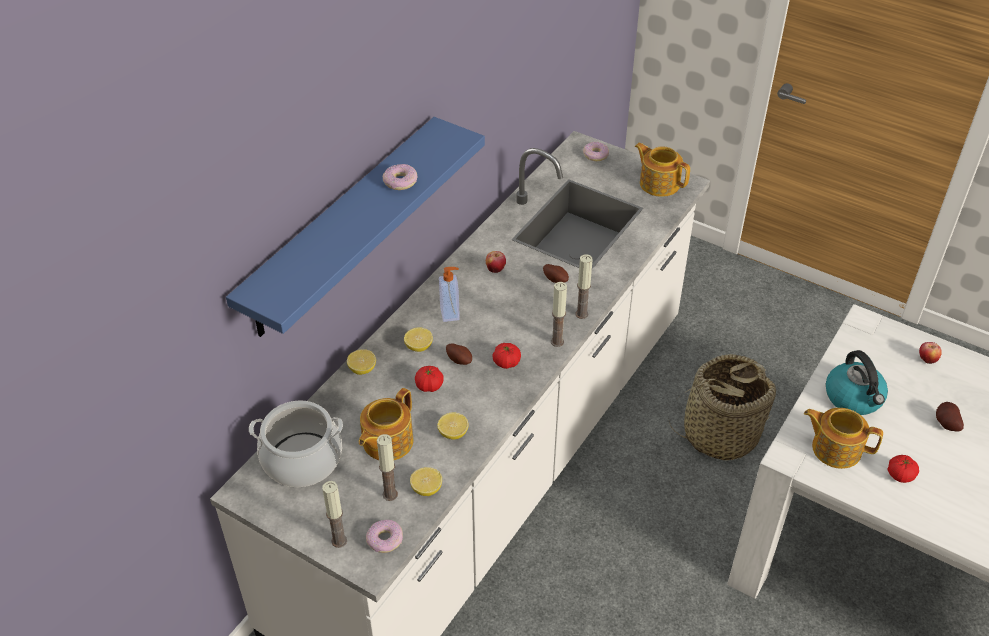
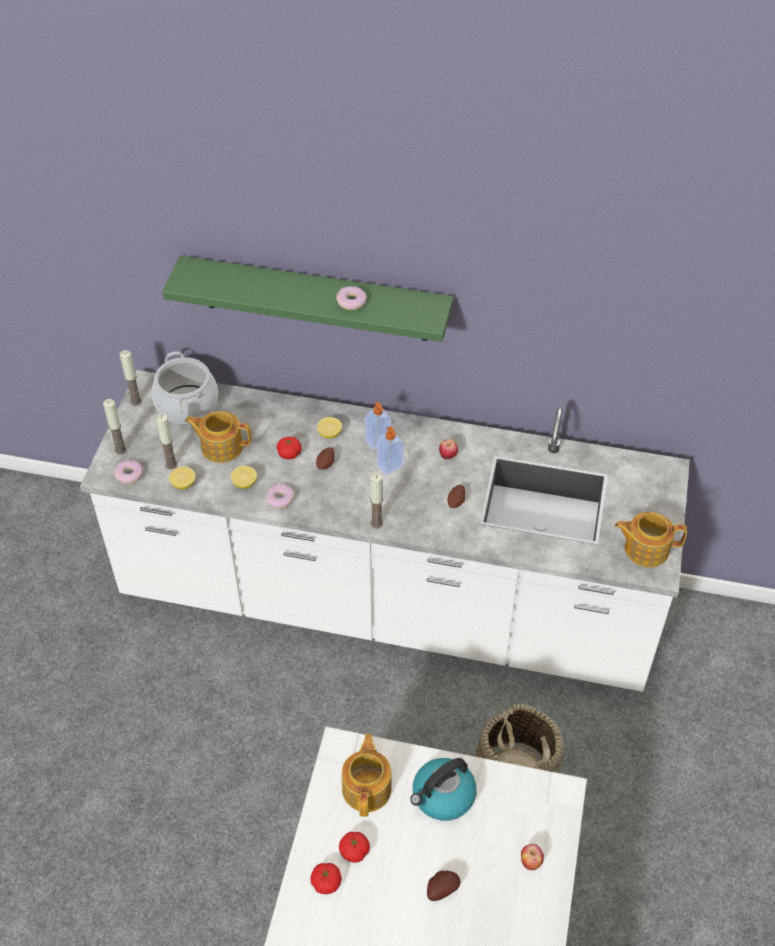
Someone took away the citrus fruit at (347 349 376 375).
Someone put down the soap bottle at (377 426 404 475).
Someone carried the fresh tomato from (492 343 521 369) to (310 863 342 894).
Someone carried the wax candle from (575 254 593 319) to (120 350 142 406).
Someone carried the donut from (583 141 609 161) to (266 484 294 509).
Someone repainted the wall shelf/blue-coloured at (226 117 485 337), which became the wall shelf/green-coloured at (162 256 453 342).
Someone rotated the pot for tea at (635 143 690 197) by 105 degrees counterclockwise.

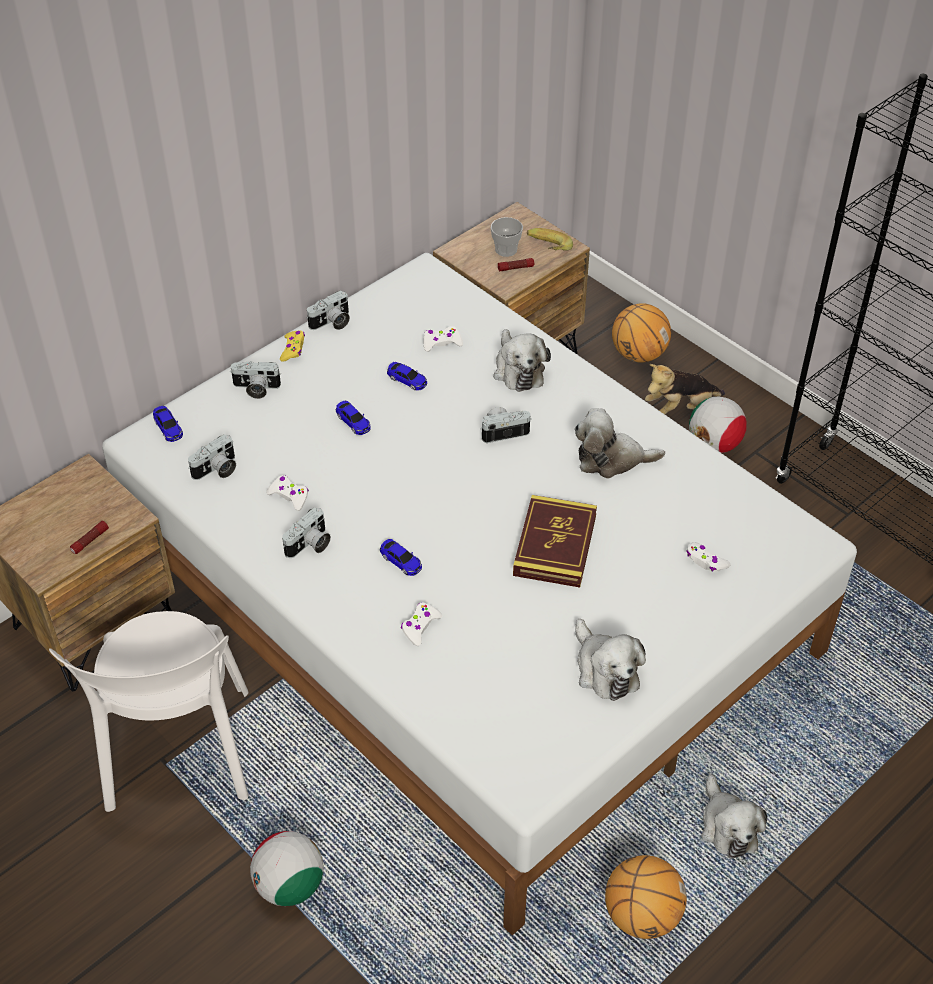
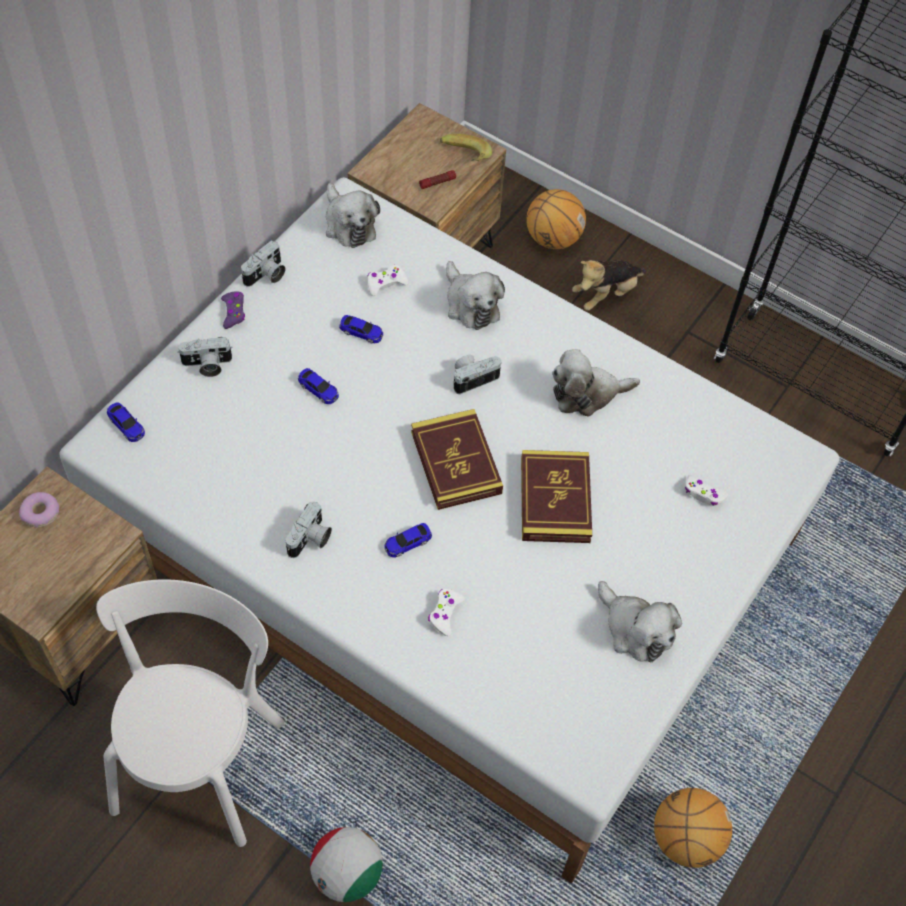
Someone took away the torch at (70 521 109 554).
Someone took away the still camera at (188 434 236 480).
Someone took away the gamepad/white-coloured at (266 475 309 511).
Someone took away the drinking cup at (491 217 523 257).
Someone took away the football ball at (689 396 747 453).
Someone put down the donut at (19 492 59 528).
Someone put down the volume at (411 409 503 510).
Someone carried the plush toy from (701 774 767 859) to (326 183 380 248).
Someone repainted the gamepad/yellow at (280 331 305 362), which became the gamepad/purple at (221 291 245 329).
Someone rotated the upright chair/white-coloured at (49 611 248 812) by 150 degrees counterclockwise.
Someone rotated the toy car at (380 539 422 576) by 120 degrees clockwise.

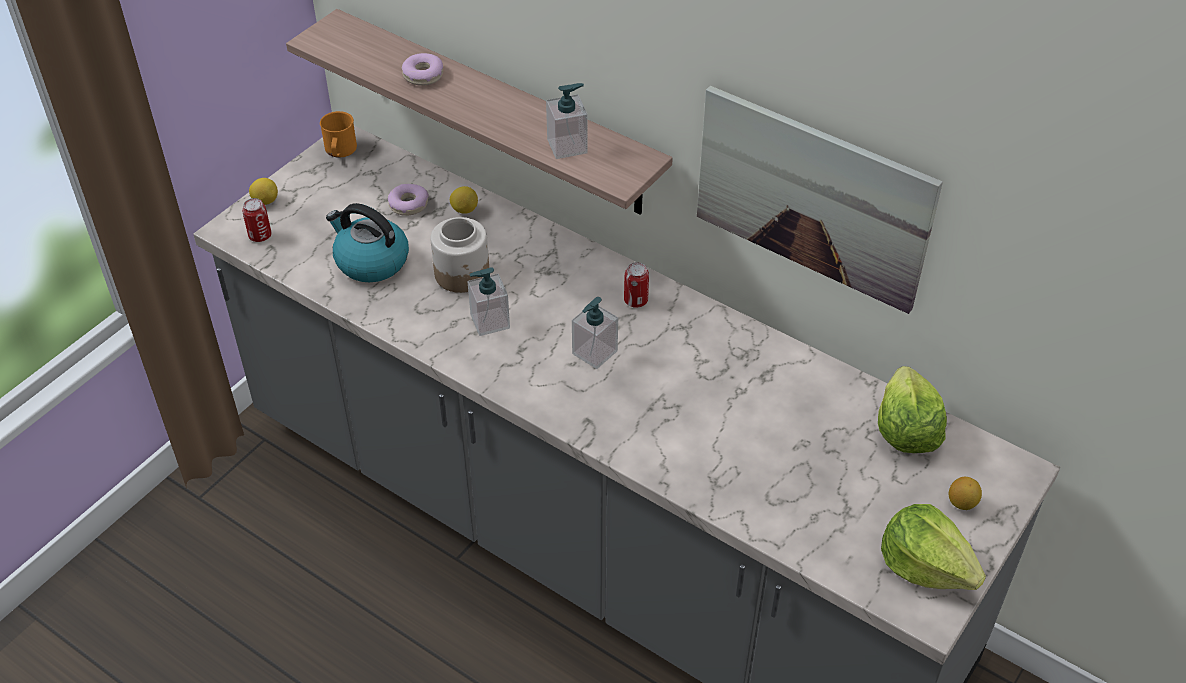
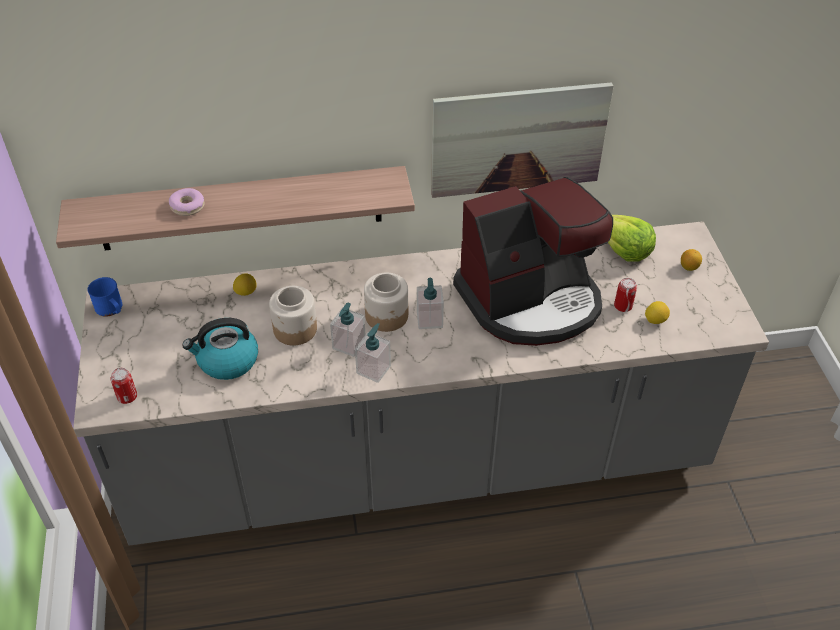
Someone took away the donut at (388 184 429 216).
Someone took away the lettuce at (881 504 986 590).
Someone put down the preserve jar at (364 273 408 332).
Someone put down the coffee machine at (453 177 613 346).
Someone carried the citrus fruit from (249 178 278 205) to (645 301 670 324).
Someone carried the soap bottle from (546 83 588 159) to (355 323 391 383).
Someone carried the can from (624 262 649 308) to (614 278 637 312).
Someone repainted the mug/orangey at (320 111 357 158), which became the mug/blue-coloured at (88 277 122 317).

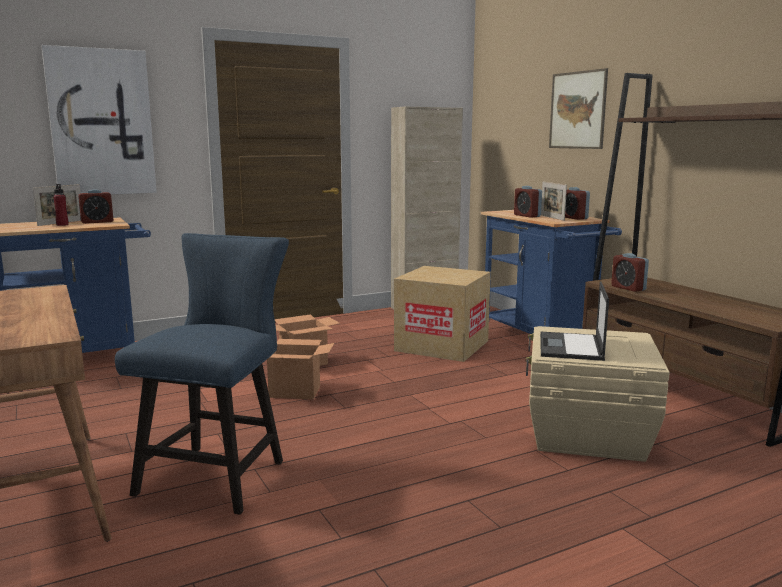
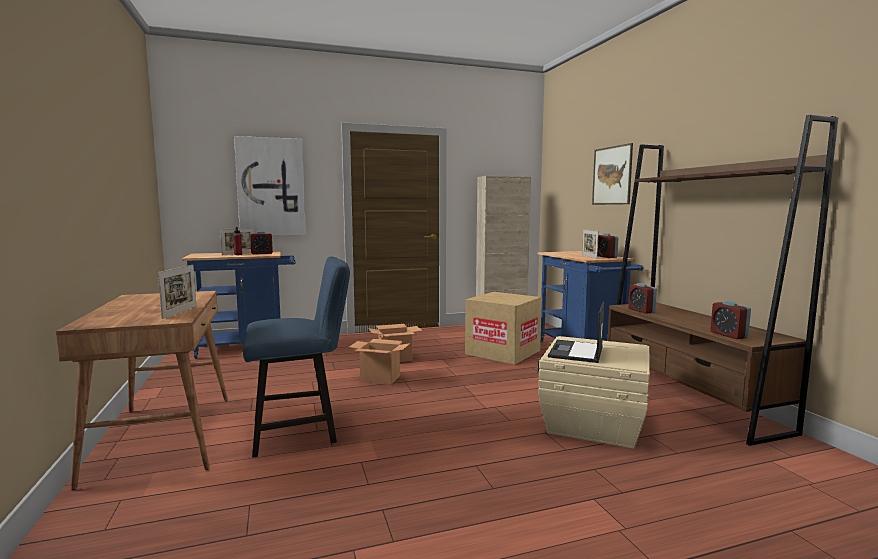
Someone put down the standing frame at (158 265 196 319).
Someone carried the alarm clock from (514 186 542 218) to (710 301 751 339).
Someone rotated the upright chair/blue-coloured at (115 233 289 515) by 45 degrees clockwise.

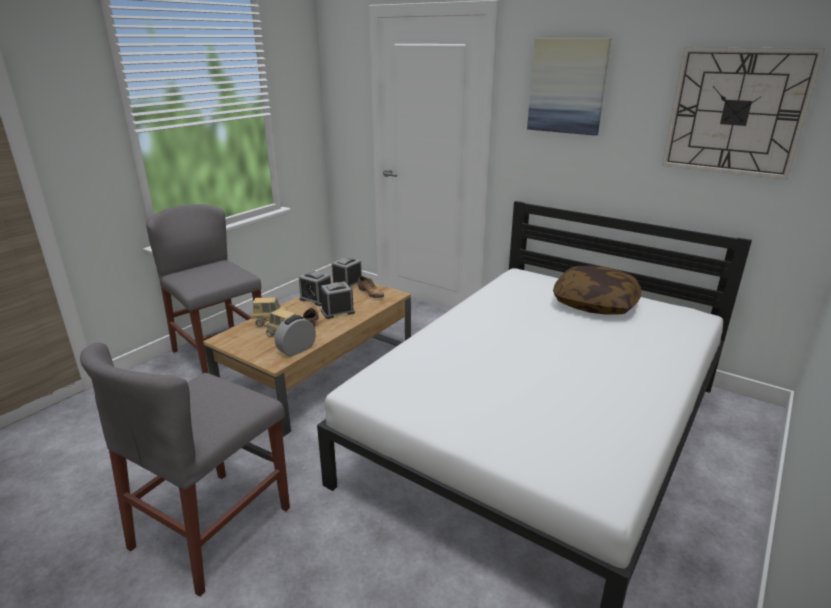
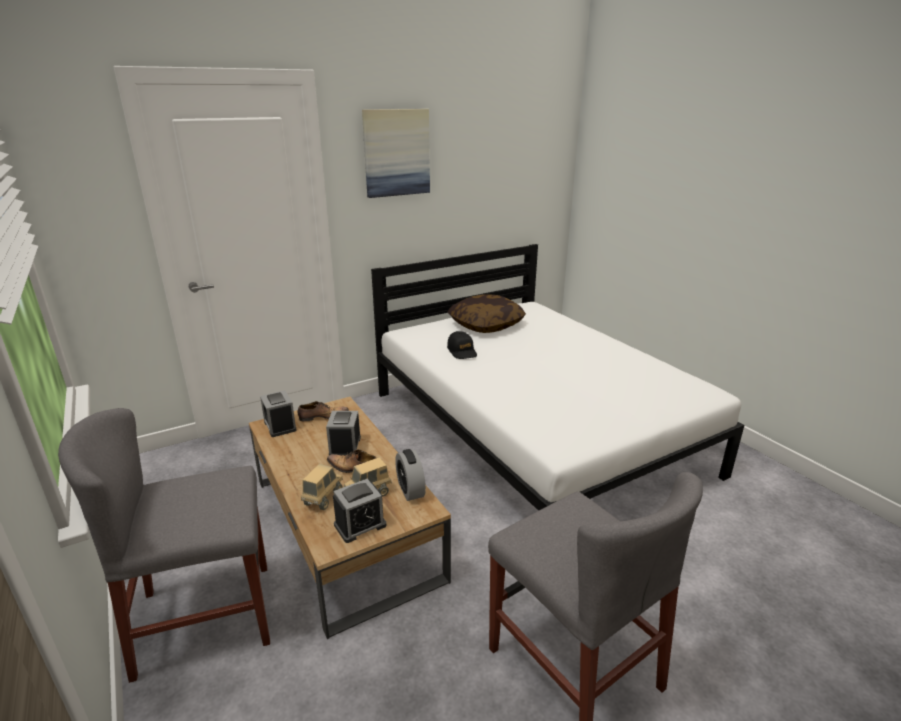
Someone took away the hanging clock at (662 47 825 180).
Someone put down the cap/black-coloured at (447 331 477 359).
Someone carried the alarm clock from (298 270 331 306) to (333 479 386 543).

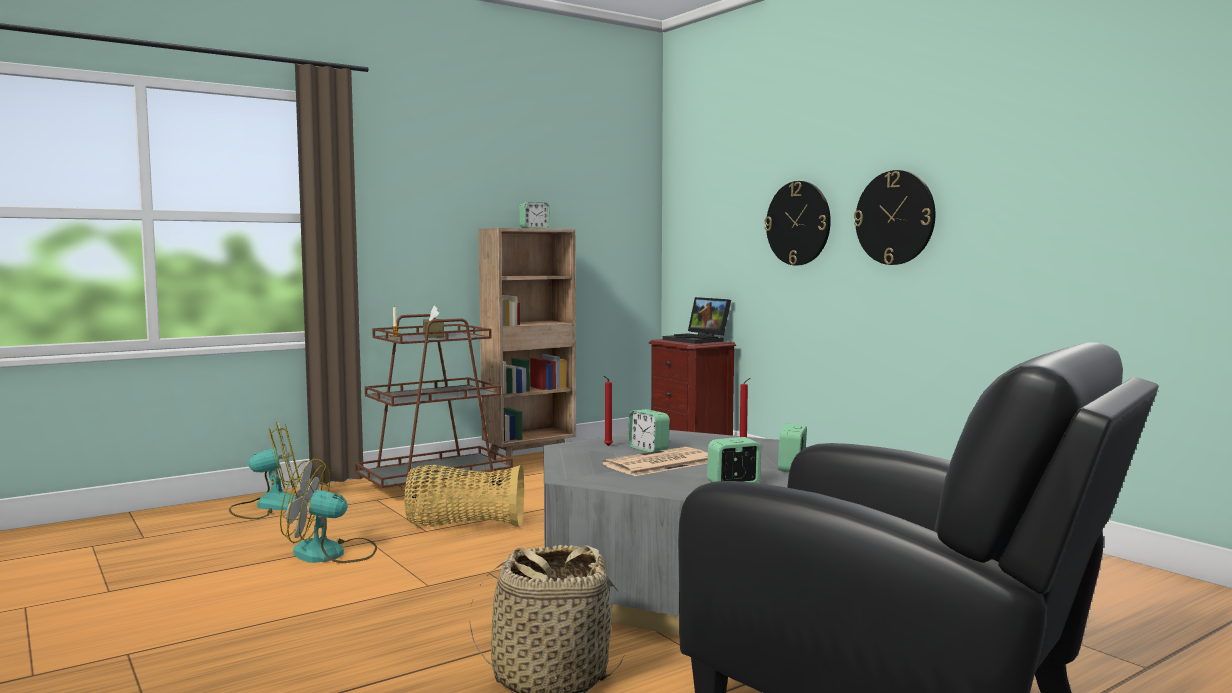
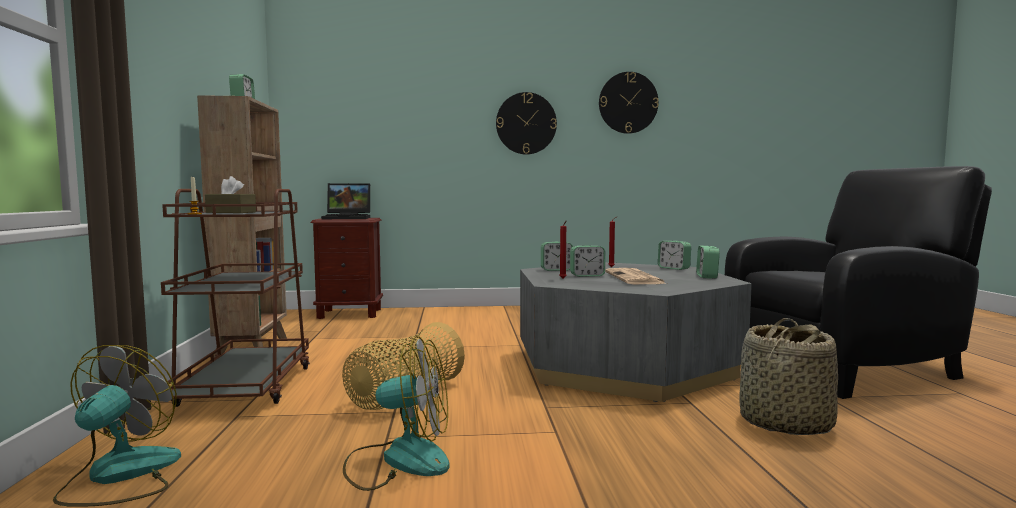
Someone put down the alarm clock at (541 242 573 271).
Someone carried the hanging clock from (765 181 831 265) to (599 72 659 134).
Someone rotated the cooling fan at (280 458 377 563) by 120 degrees counterclockwise.

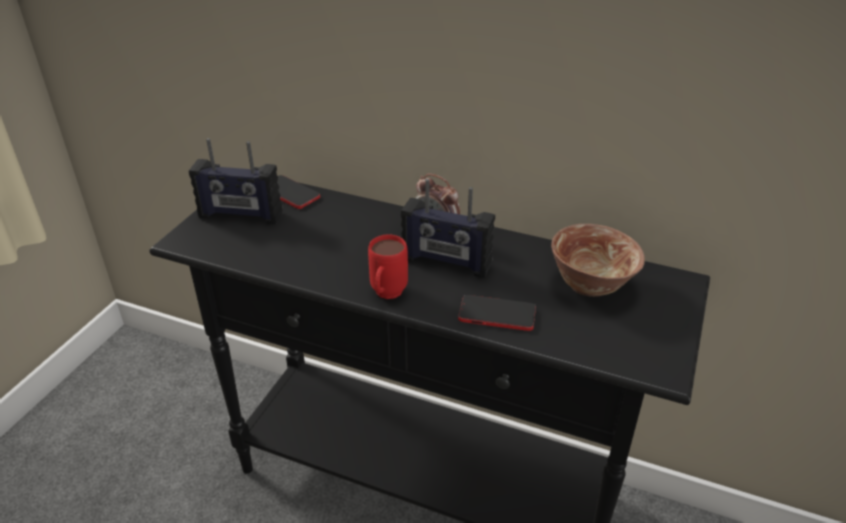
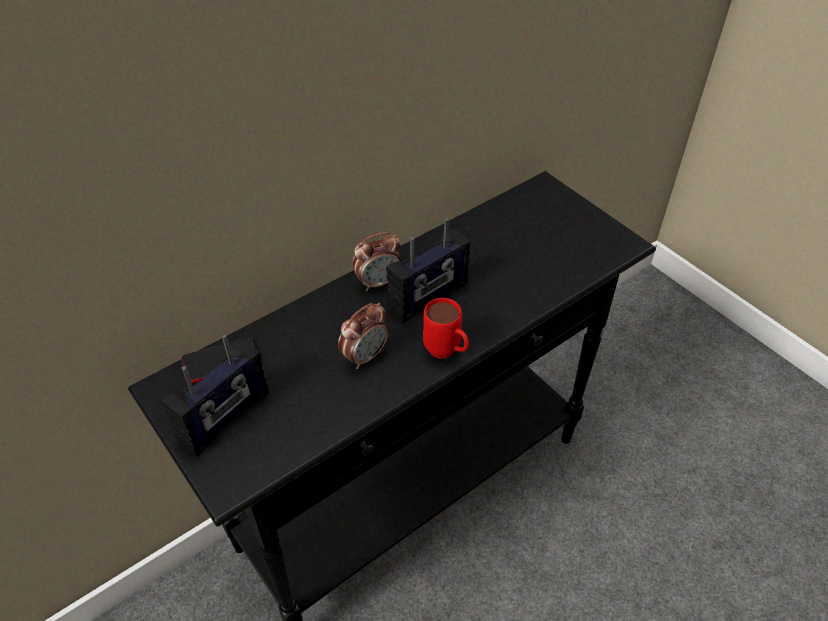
Someone took away the phone at (458 295 536 331).
Someone took away the deep dish at (551 224 645 297).
Someone put down the alarm clock at (338 303 389 369).

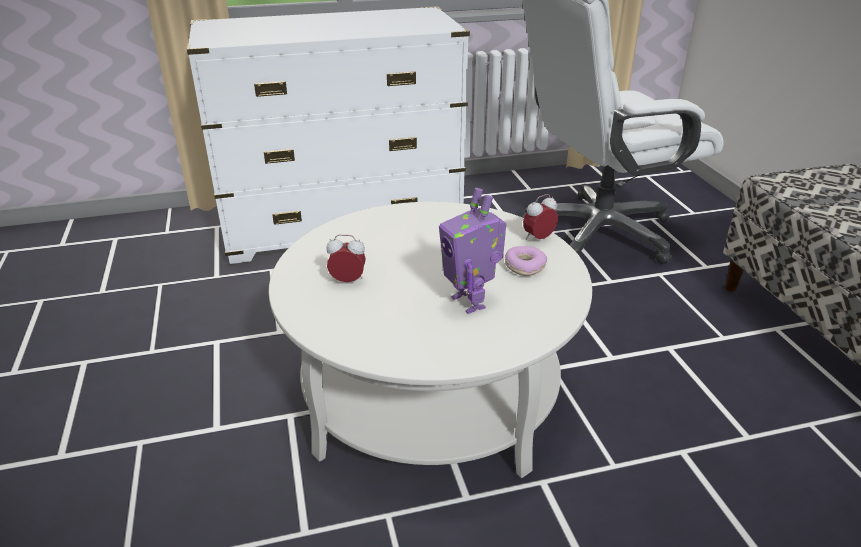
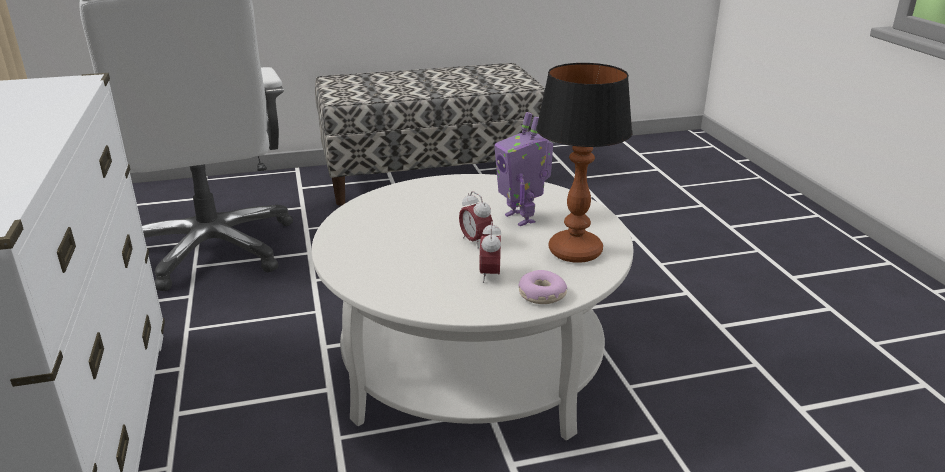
Someone put down the table lamp at (536 63 633 263).
Someone carried the donut from (505 246 547 276) to (519 270 567 304).
Someone carried the alarm clock from (523 194 558 240) to (459 191 493 249).
Someone rotated the model robot at (439 188 506 314) by 90 degrees clockwise.

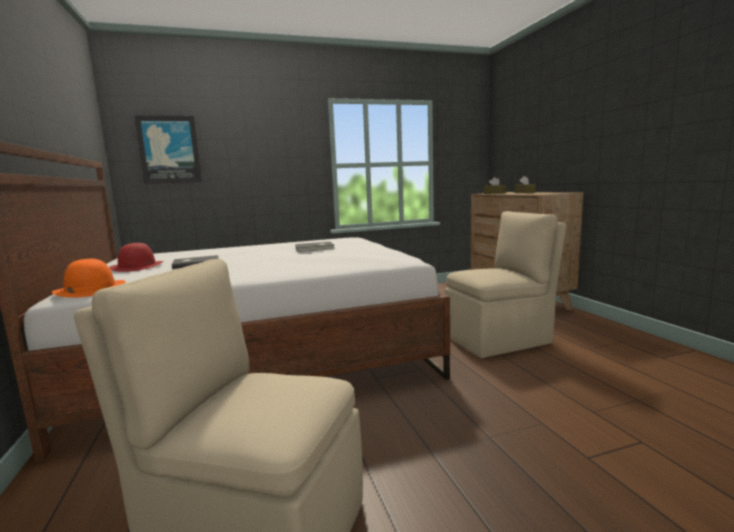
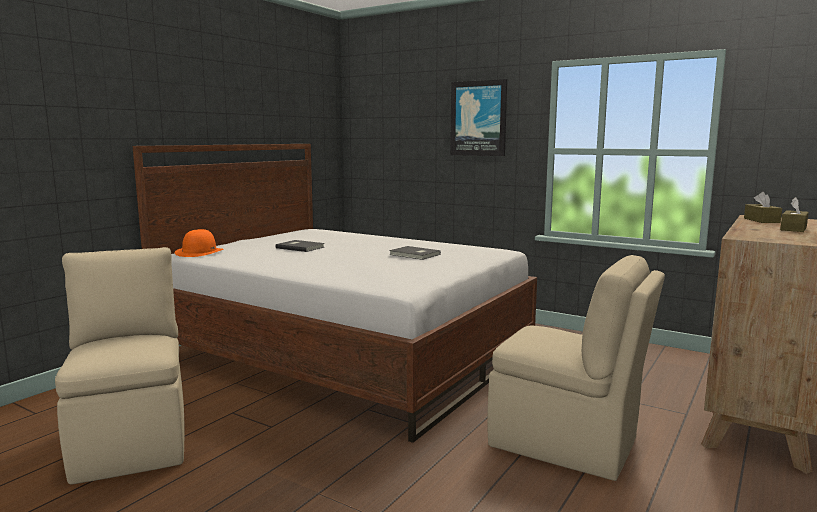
Someone took away the clothing hat/red at (109 243 164 272).
Someone carried the wall picture from (134 116 202 184) to (450 79 507 156).

